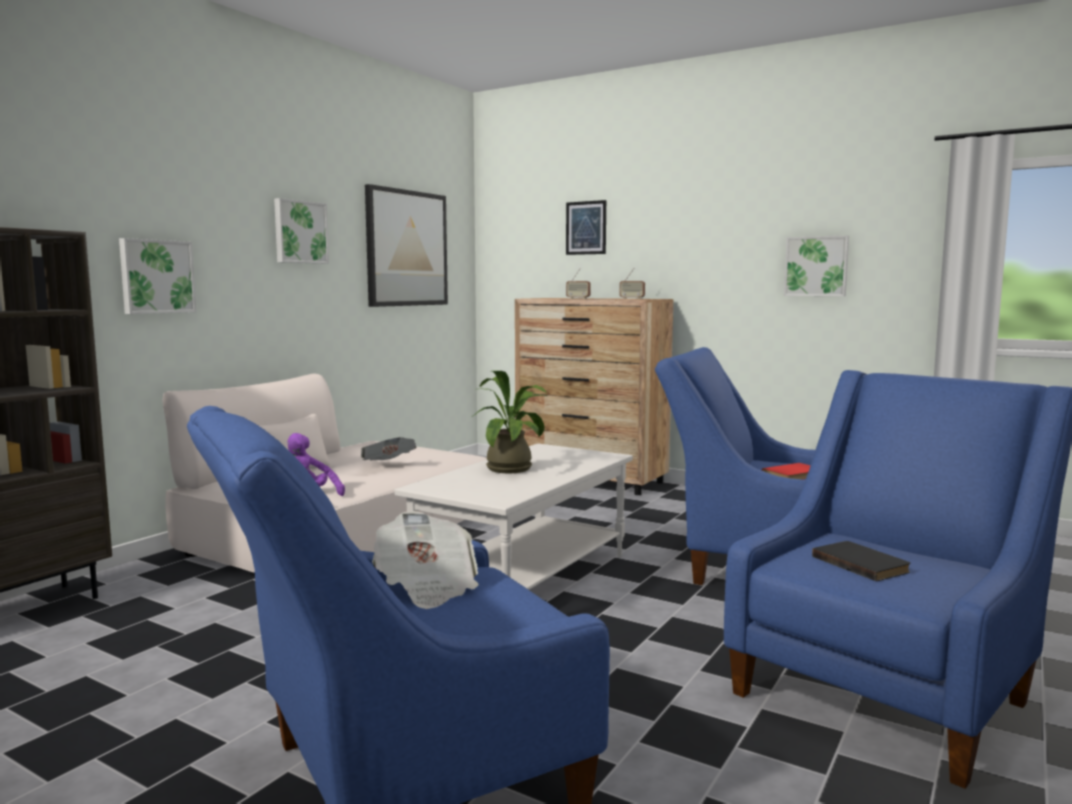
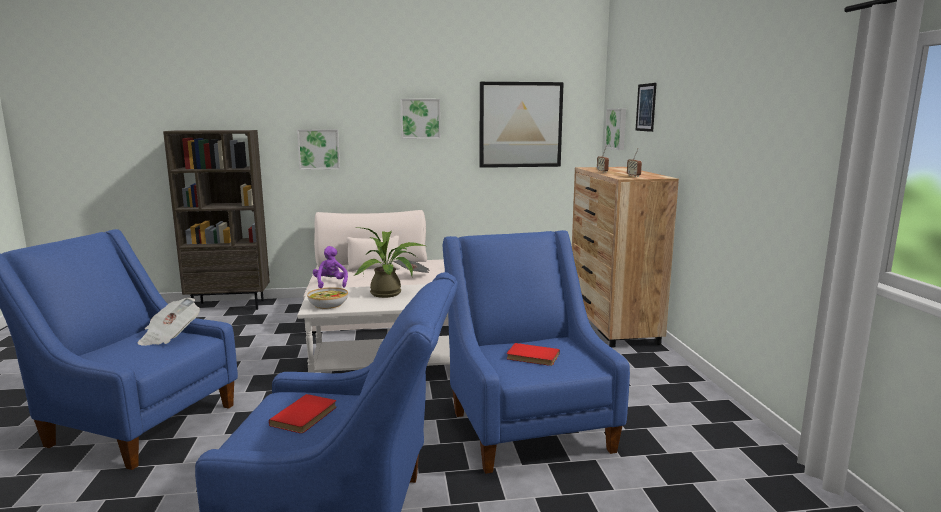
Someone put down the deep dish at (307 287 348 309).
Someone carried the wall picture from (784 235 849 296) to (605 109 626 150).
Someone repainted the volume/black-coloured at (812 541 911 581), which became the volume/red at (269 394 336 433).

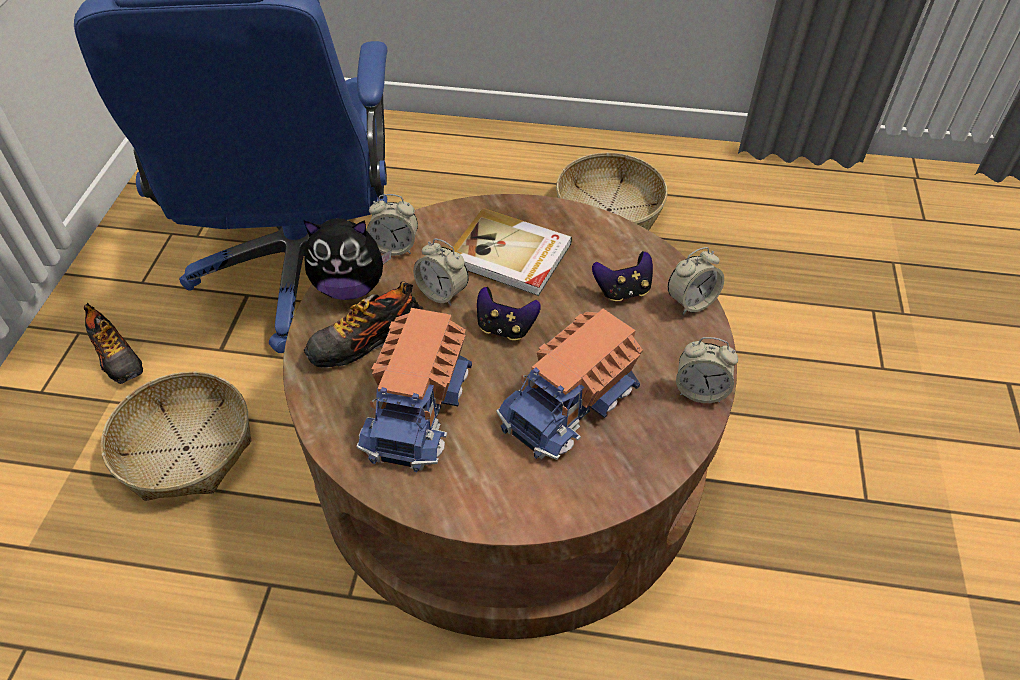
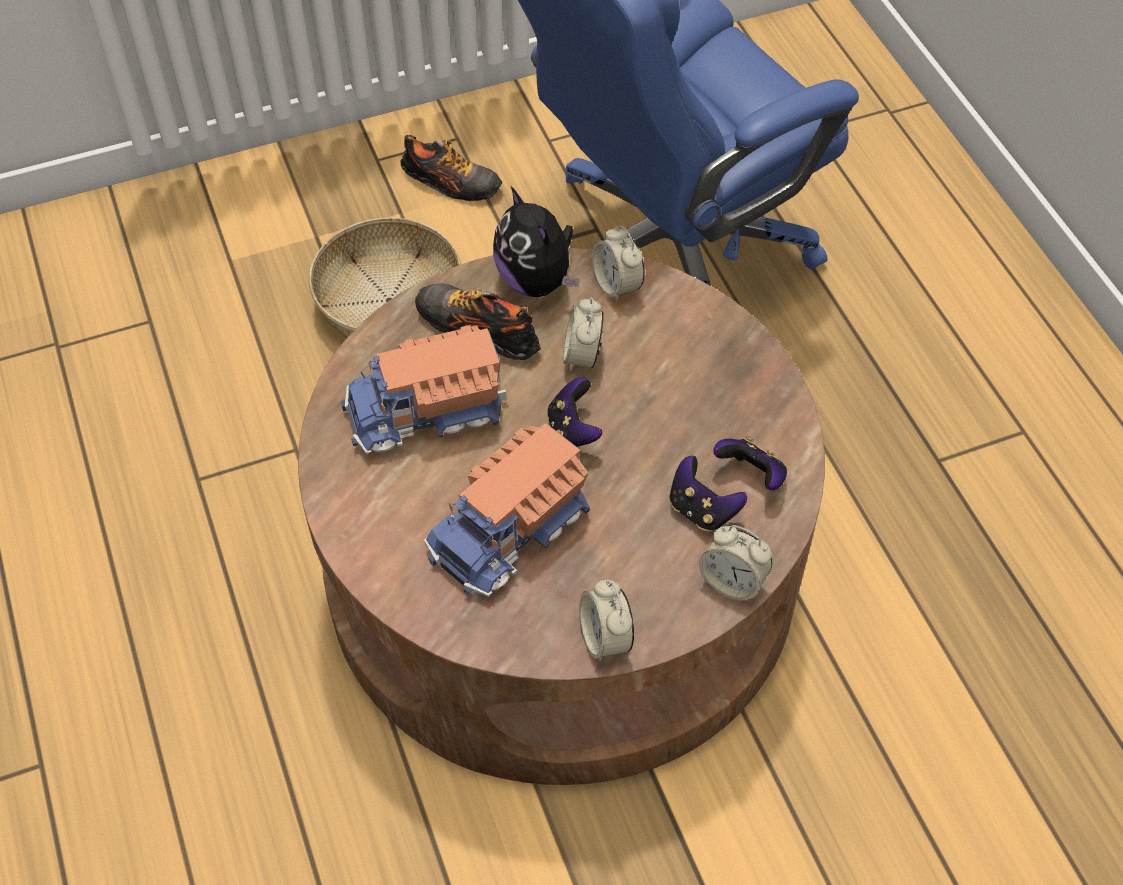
Someone took away the volume at (451 208 572 296).
Someone took away the basket at (556 152 668 230).
Someone put down the gamepad at (713 436 787 490).
Someone rotated the item of footwear at (84 303 143 384) by 90 degrees counterclockwise.
Someone rotated the model truck at (497 309 643 460) by 60 degrees counterclockwise.

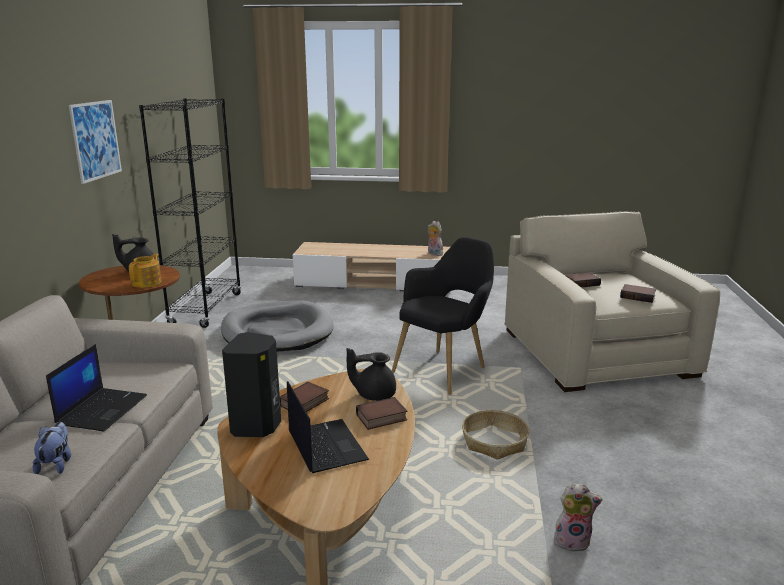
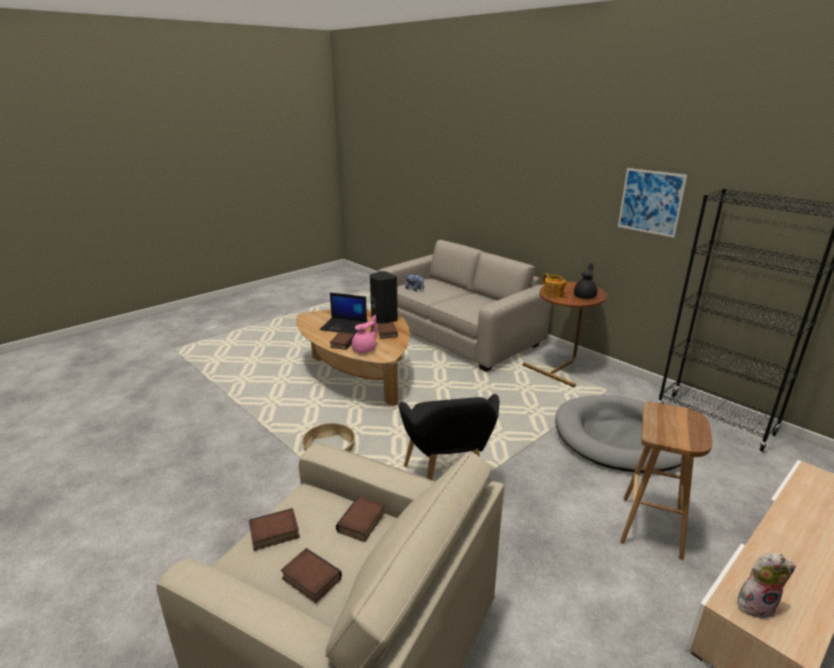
Someone took away the portable computer at (46 344 147 431).
Someone took away the plush toy at (554 483 602 552).
Someone put down the volume at (281 548 342 603).
Someone put down the stool/brownish at (620 401 712 560).
Someone repainted the pot for tea/black-coloured at (347 348 396 401), which became the pot for tea/pinkish at (352 315 377 353).

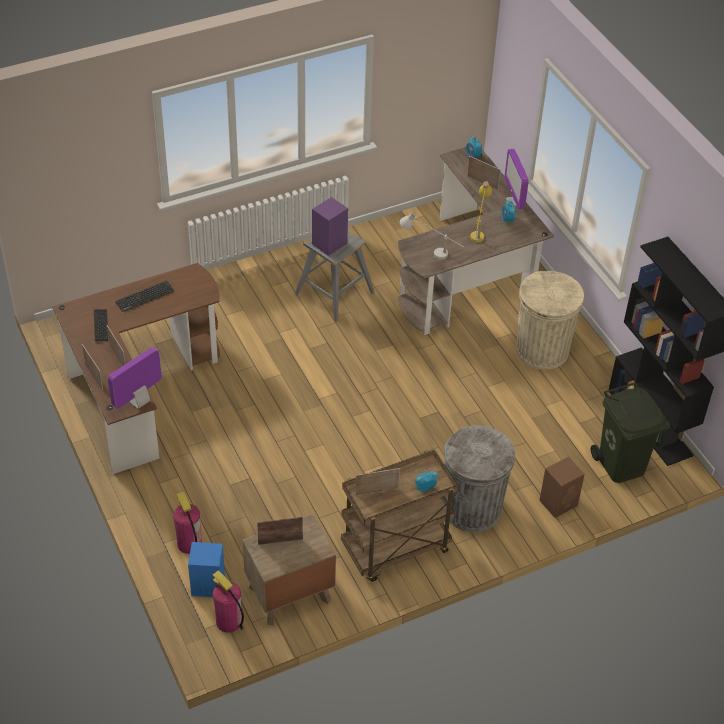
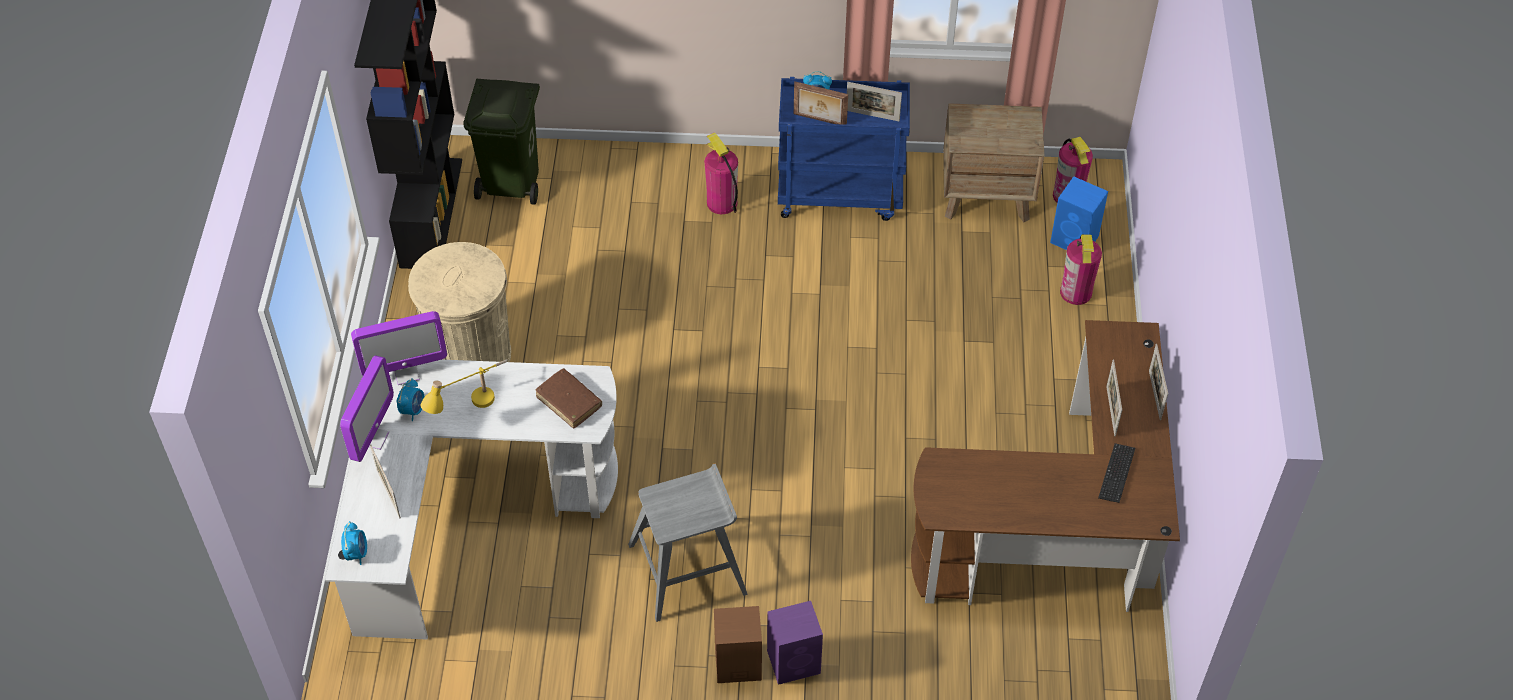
Someone took away the computer keyboard at (115 281 174 312).
Someone carried the monitor from (108 347 162 409) to (351 311 447 385).
Someone carried the standing frame from (257 517 303 545) to (794 82 848 125).
Someone carried the speaker/purple from (312 197 348 256) to (767 601 823 685).
Someone carried the speaker/brownish from (539 457 585 518) to (714 606 762 683).
Someone swapped the table lamp/white-coloured at (400 211 464 259) for the volume/brownish at (536 368 602 428).
Someone swapped the rubbish bin/greyish at (444 425 515 532) for the fire extinguisher at (704 132 738 214).
Someone repainted the wheeled cart/brownish at (341 449 458 582), which became the wheeled cart/blue-coloured at (778 77 910 221).
Someone repainted the desk unit/brownish at (398 147 554 335), which became the desk unit/white-coloured at (325 360 618 640).

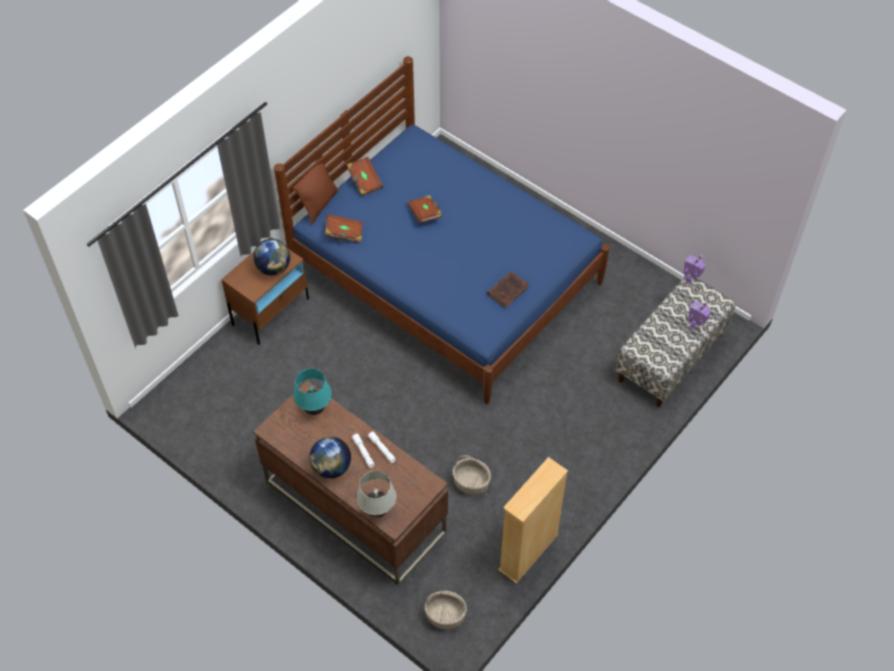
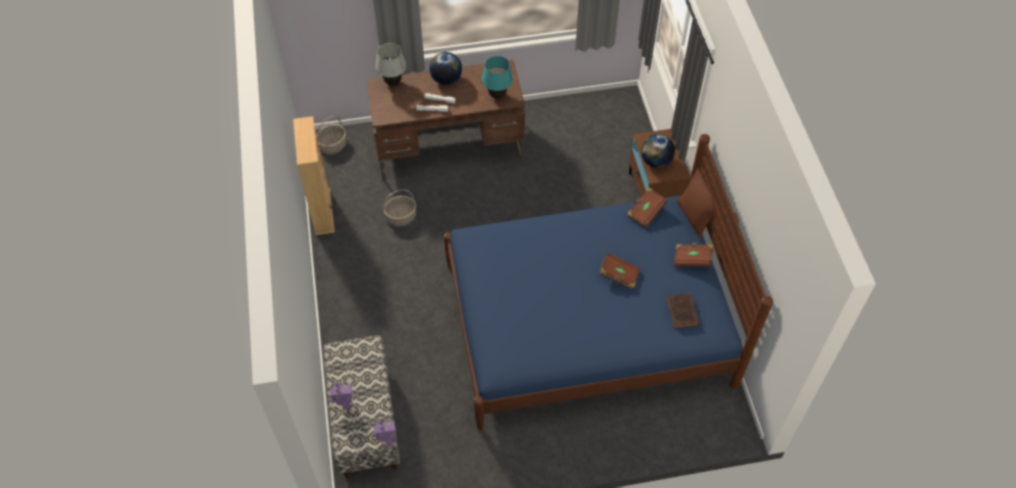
Someone carried the volume/brownish from (487 271 529 308) to (667 293 699 329).

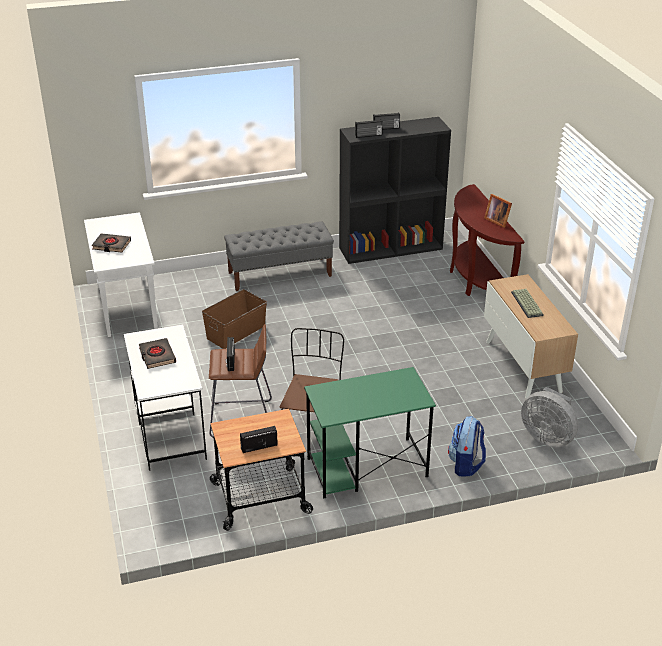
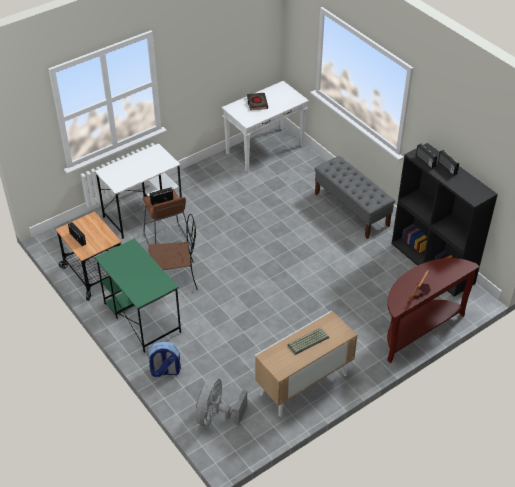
Someone took away the volume/black-coloured at (139 338 176 369).
Someone took away the storage bin/brownish at (202 289 267 349).

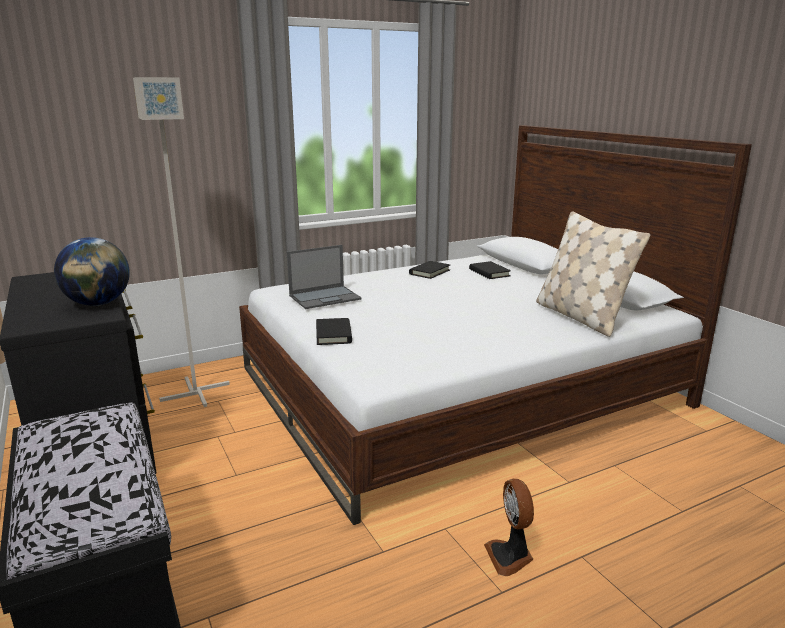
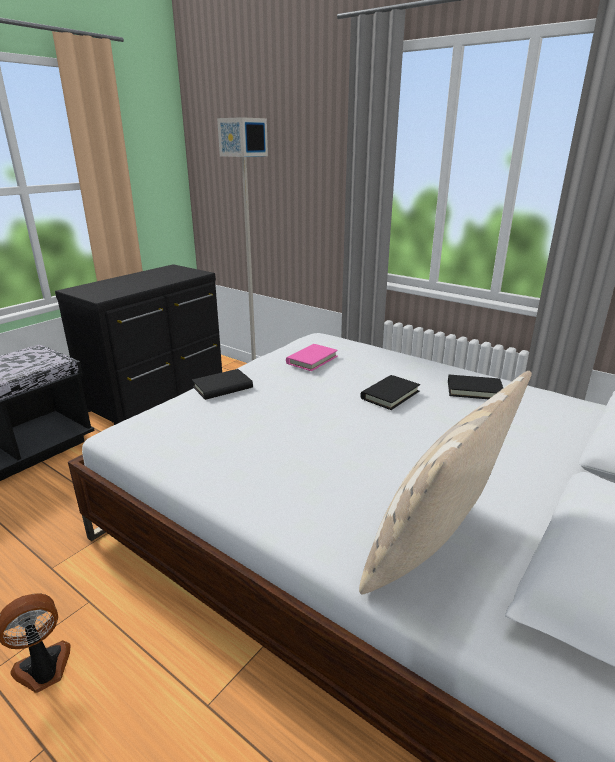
Someone took away the desk globe at (54 237 130 306).
Someone carried the volume/black-coloured from (469 261 511 279) to (360 375 420 410).
Someone swapped the portable computer at (287 245 362 309) for the volume/pinkish at (286 344 338 371).

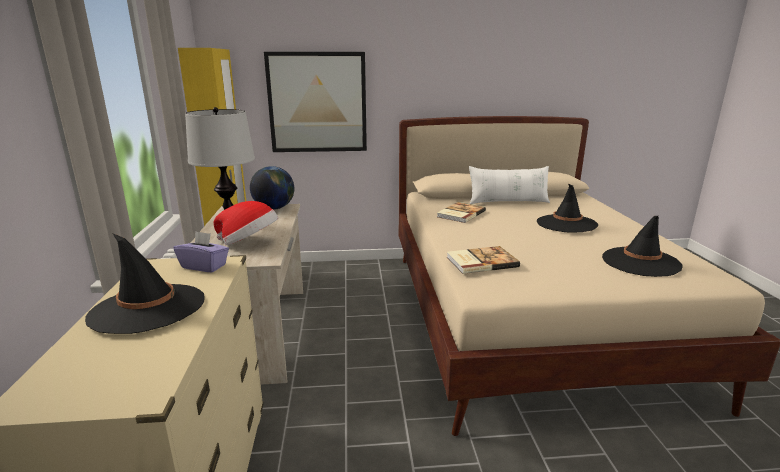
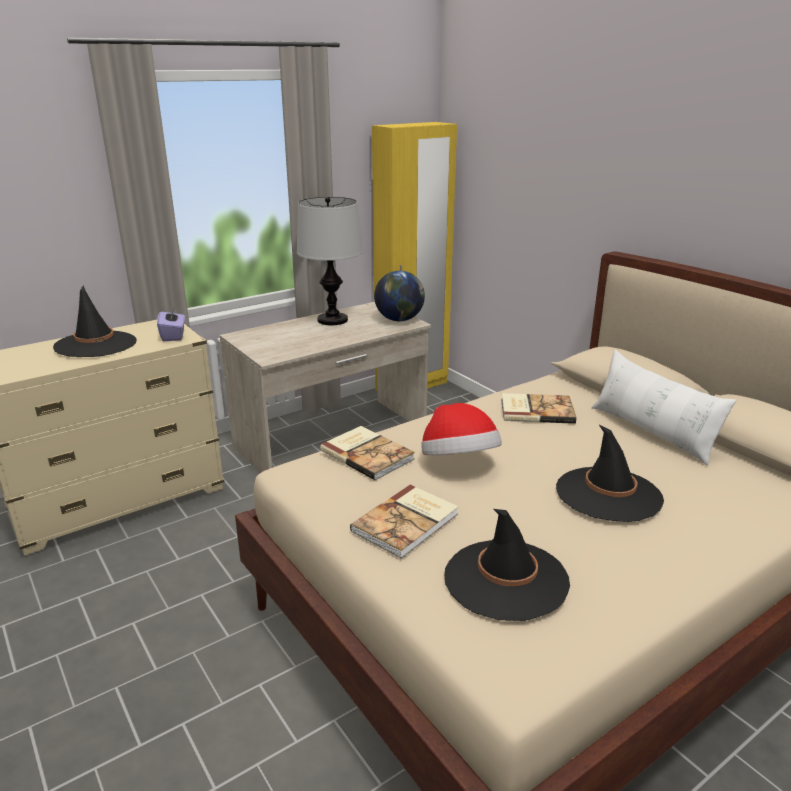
Someone took away the wall picture at (264 52 367 152).
Someone put down the volume at (350 485 459 559).
Someone carried the clothing hat from (214 201 278 245) to (422 403 502 455).

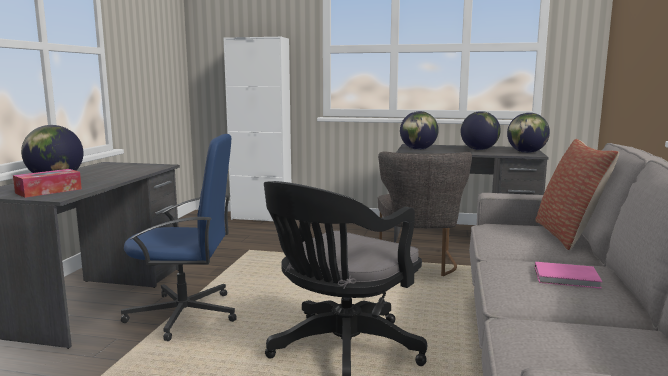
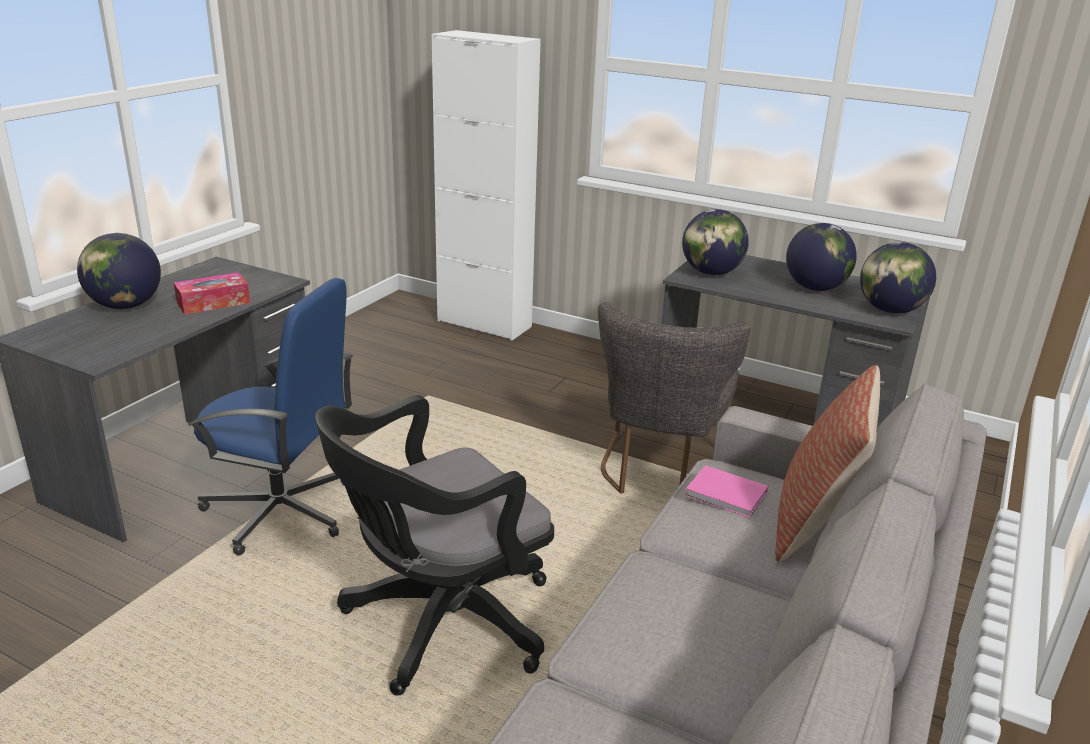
Someone carried the tissue holder from (13 169 82 198) to (174 272 250 315).
Someone carried the volume/pinkish from (535 262 602 289) to (685 465 768 518).

